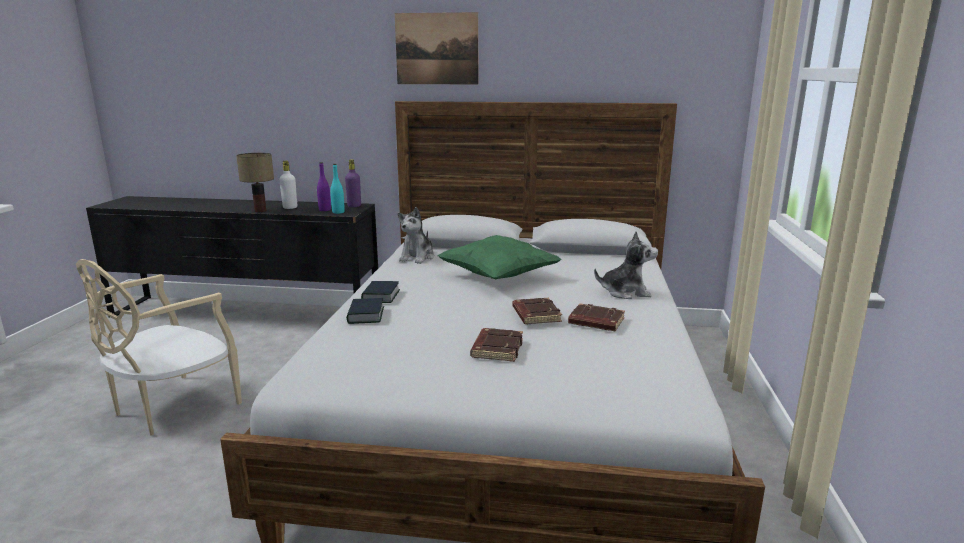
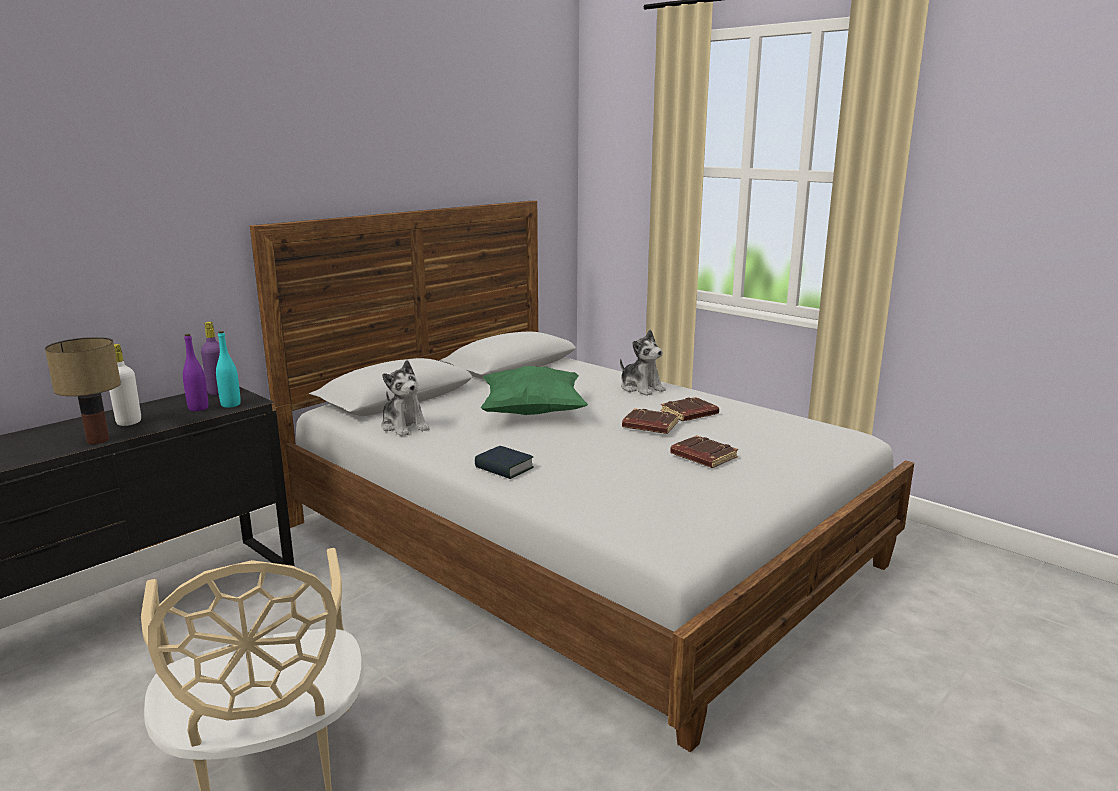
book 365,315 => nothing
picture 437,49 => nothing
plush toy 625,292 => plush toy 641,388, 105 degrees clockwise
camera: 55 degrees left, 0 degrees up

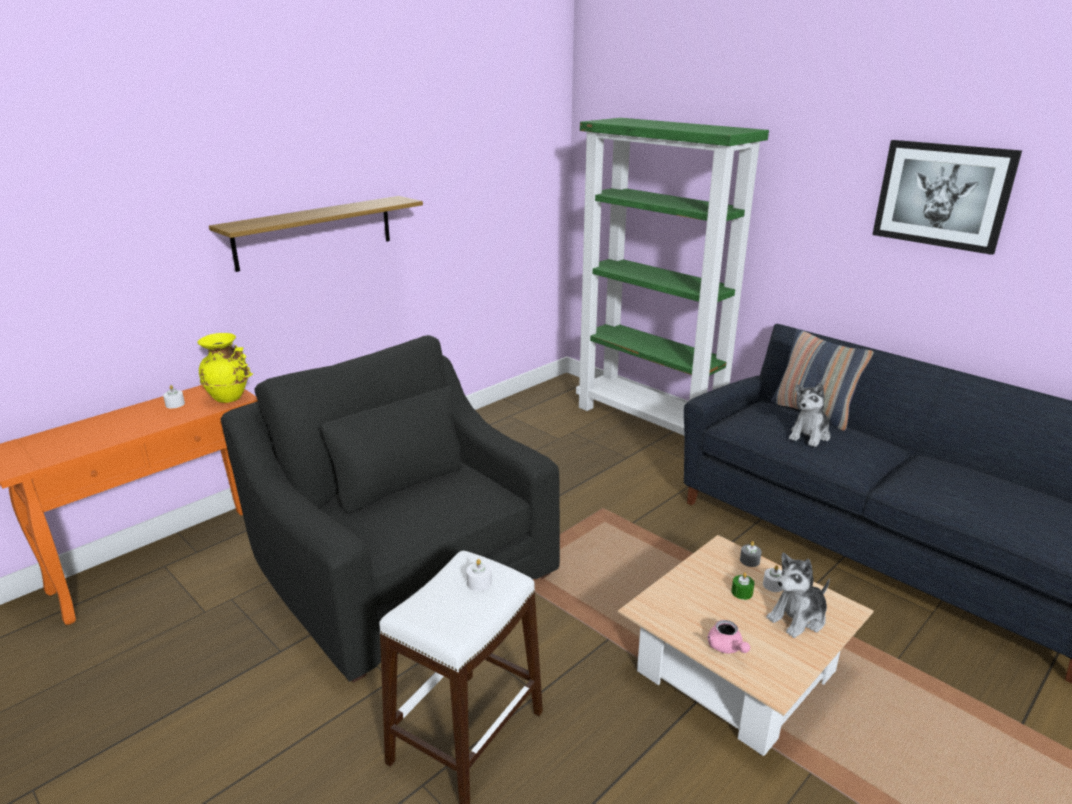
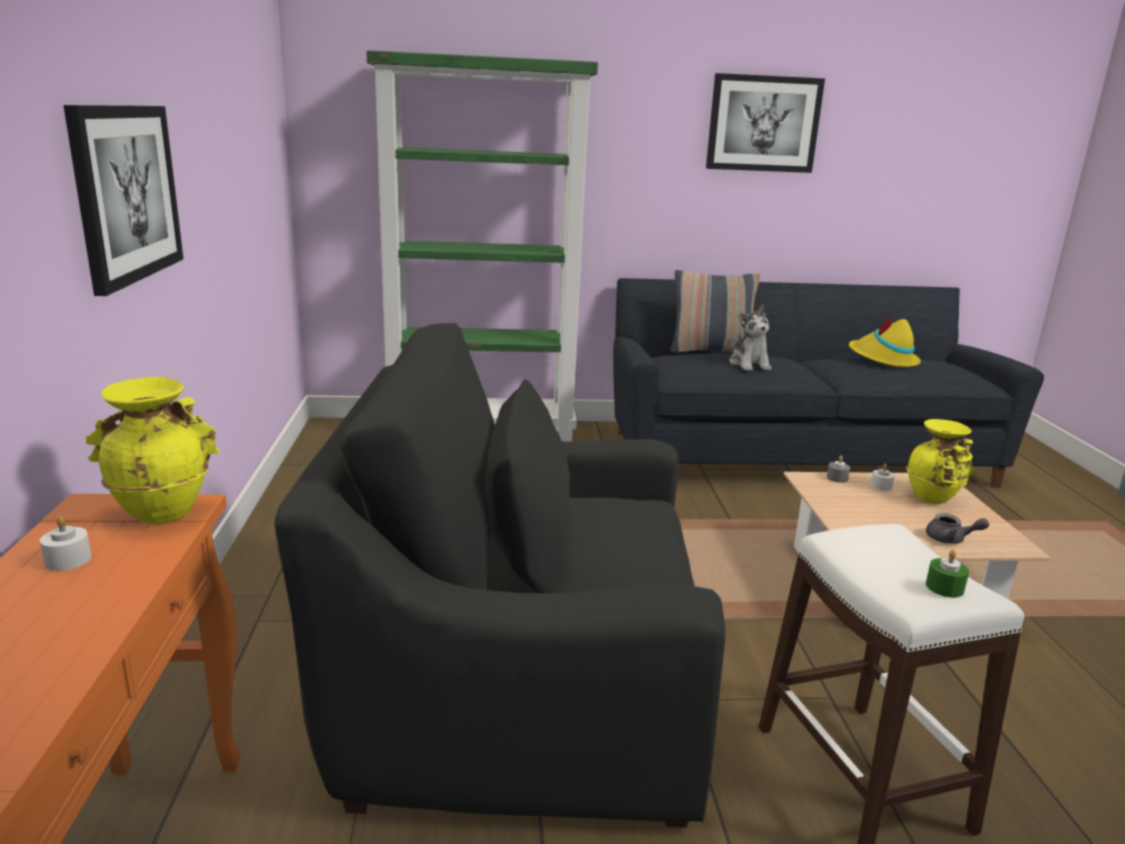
candle (white) 479,583 => nothing
nothing => hat (yellow) 882,359
candle (green) 742,592 => candle (green) 944,587, move
shelf 315,232 => picture 126,193
plush toy 798,618 => vase (yellow) 933,498
teapot (pink) 726,648 => teapot (grey) 950,539
camera: 50 degrees left, 5 degrees down

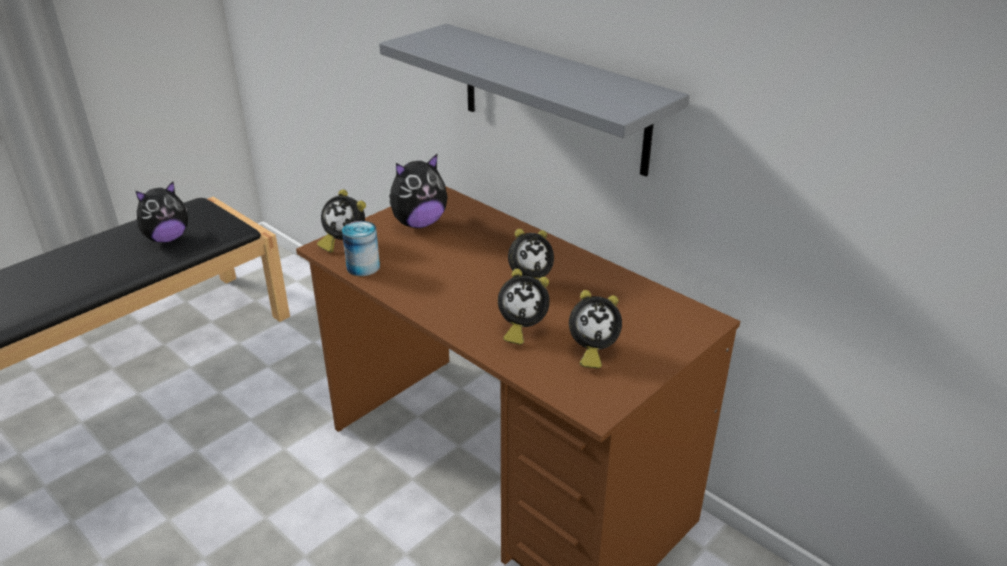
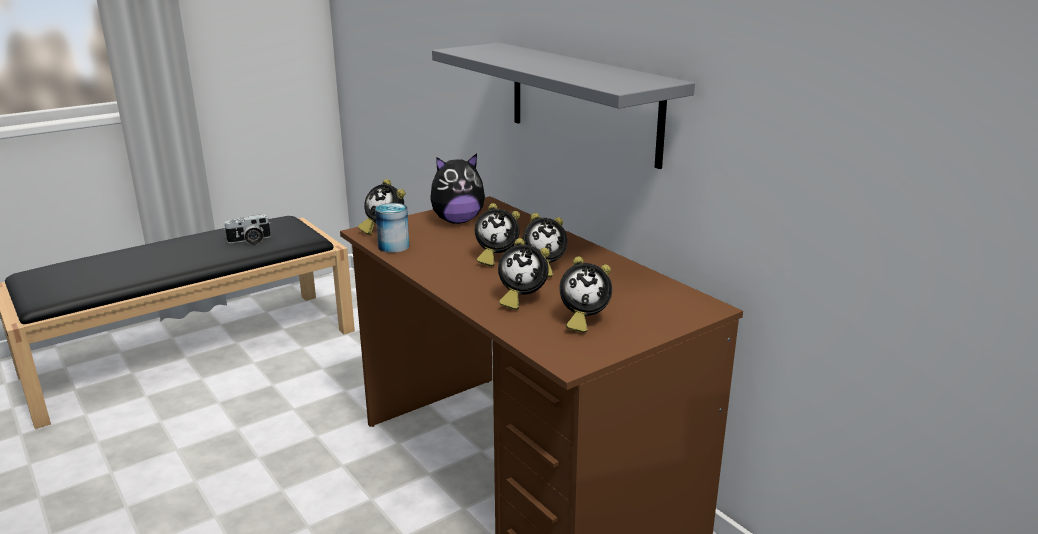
nothing => alarm clock 495,258
plush toy 167,238 => photo camera 250,241
camera: 10 degrees right, 10 degrees down

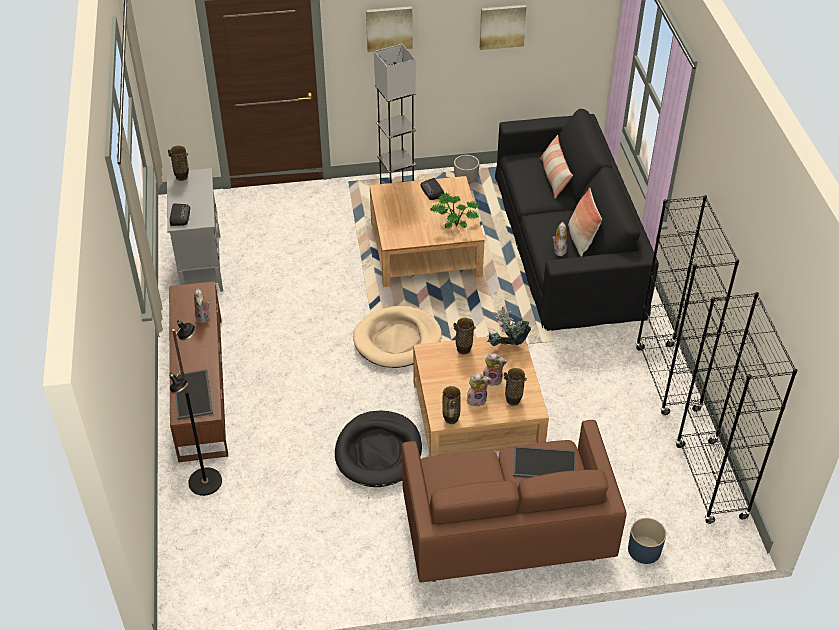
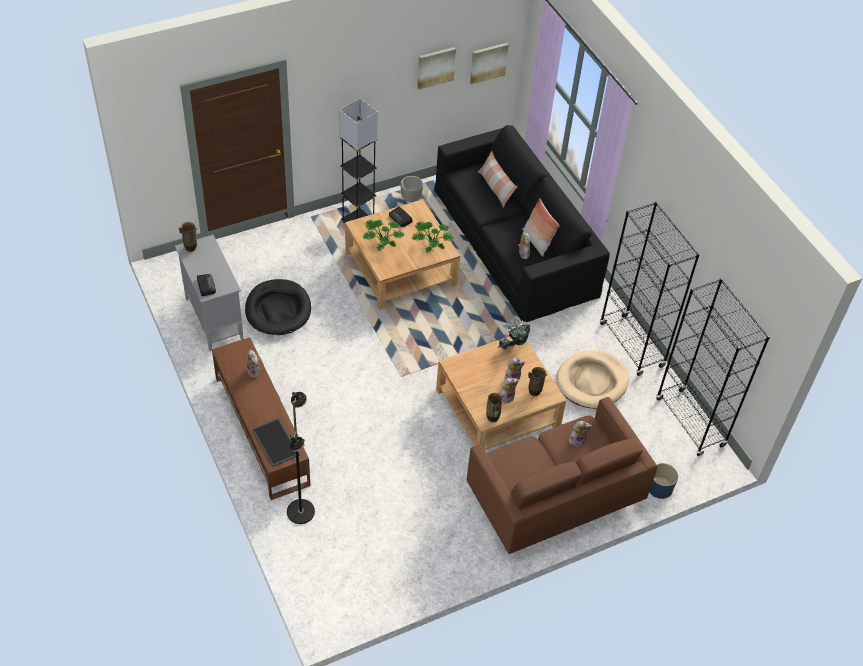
vase 463,349 => nothing
nothing => potted plant 382,244
dog bed (black) 378,452 => dog bed (black) 278,309, move
dog bed (beige) 397,340 => dog bed (beige) 592,381, move
picture 389,28 => picture 488,62, move
tray 543,465 => plush toy 577,440
camera: 20 degrees left, 5 degrees up

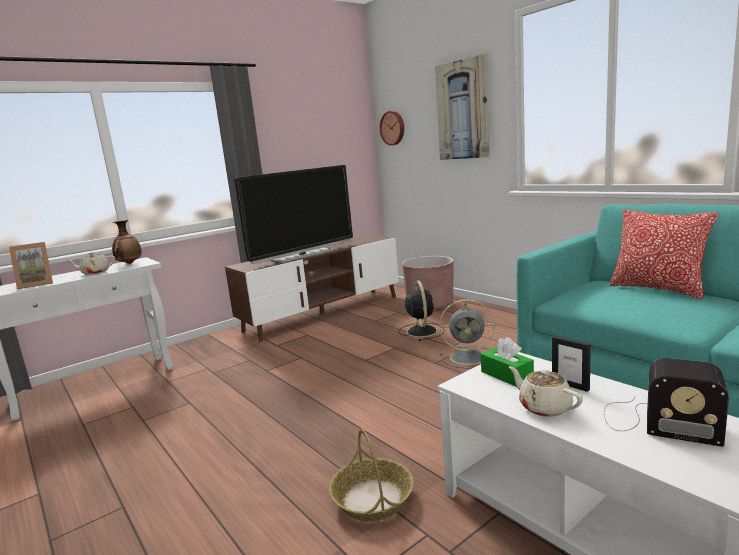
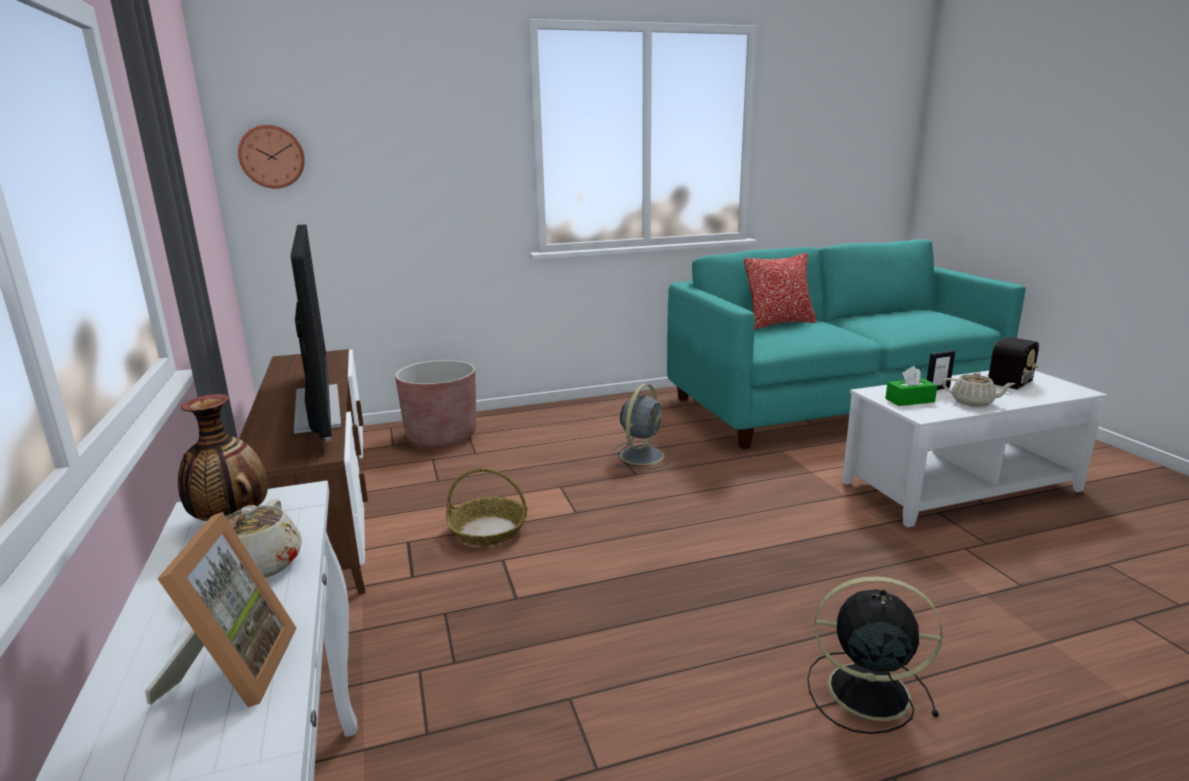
picture 463,110 => nothing
basket 373,499 => basket 488,530, move
fan (black) 421,331 => fan (black) 864,690, move
teapot (beige) 544,407 => teapot (beige) 973,402, 135 degrees counterclockwise
camera: 70 degrees left, 5 degrees up

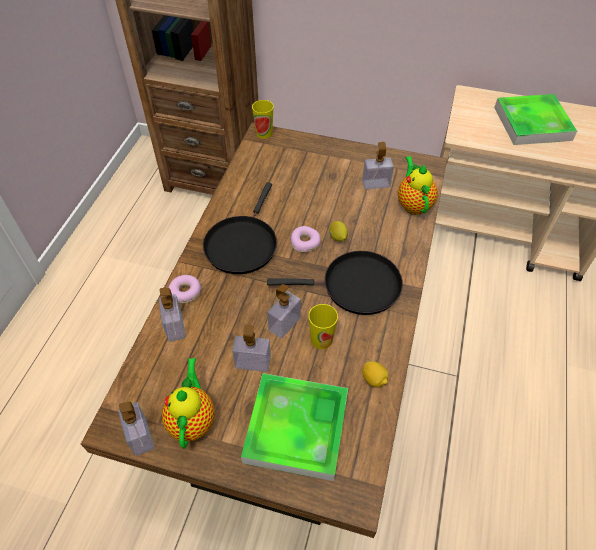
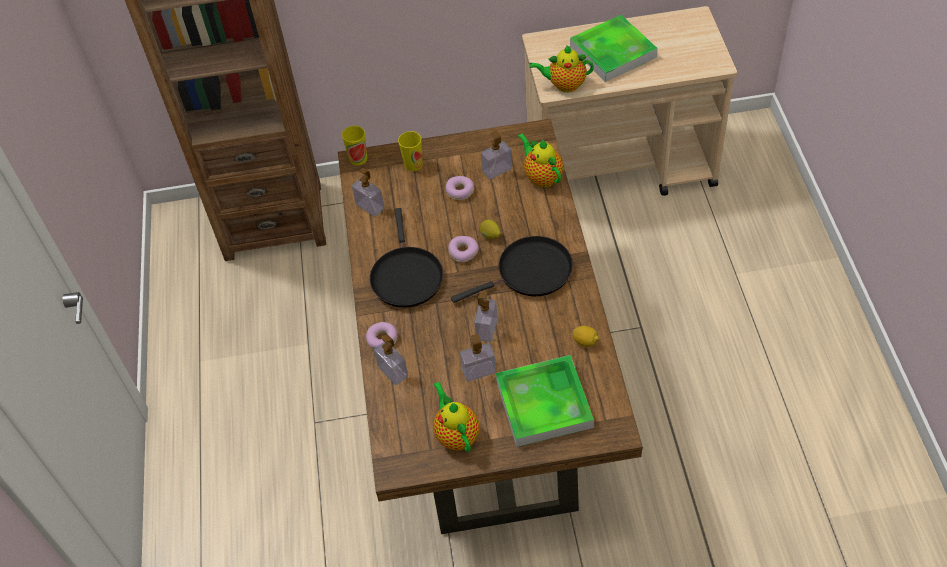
nothing => donut 460,191
nothing => teapot 564,85
soap dispenser 140,436 => soap dispenser 370,206, move
cup 321,339 => cup 413,164, move
camera: 20 degrees left, 0 degrees up

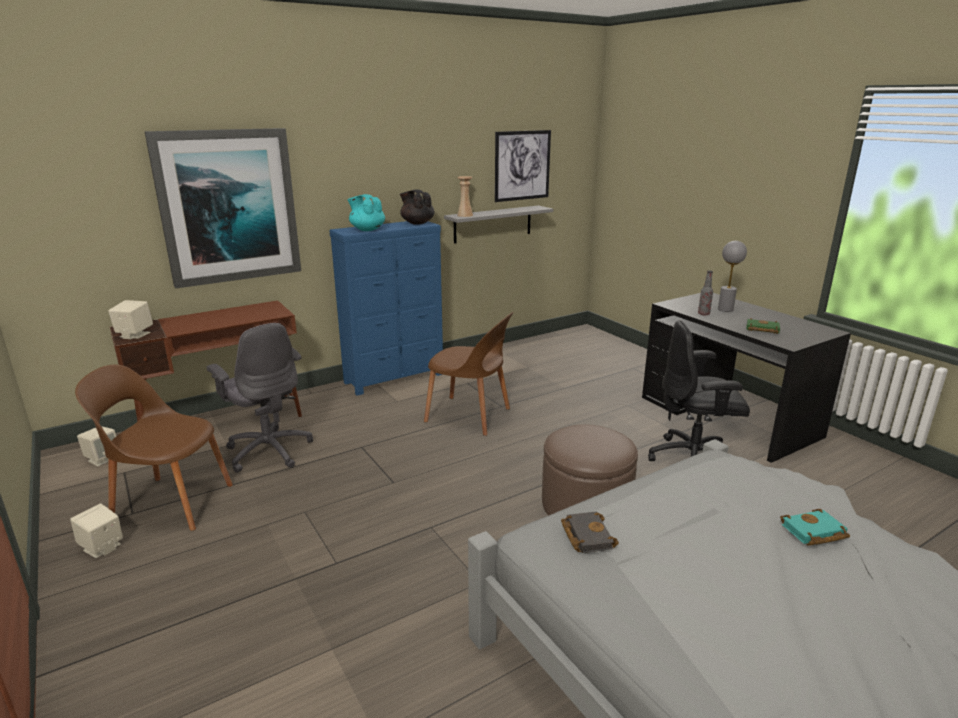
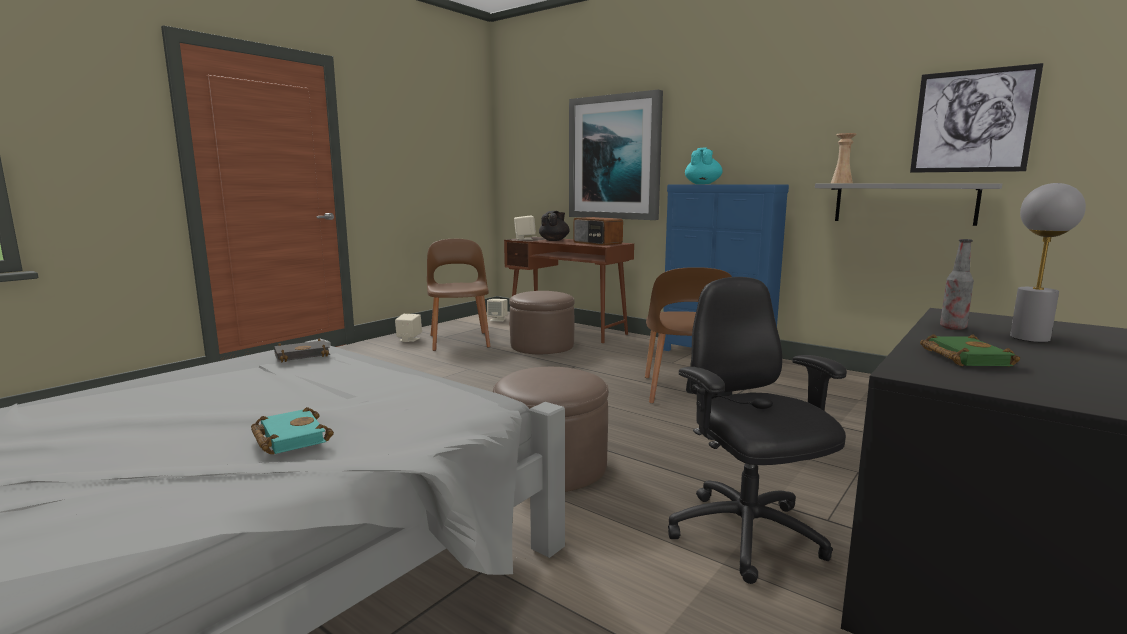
nothing => radio 597,243
teapot (black) 417,223 => teapot (black) 554,240, move
office chair (grey) 269,450 => ottoman (brown) 542,346
camera: 70 degrees right, 10 degrees down

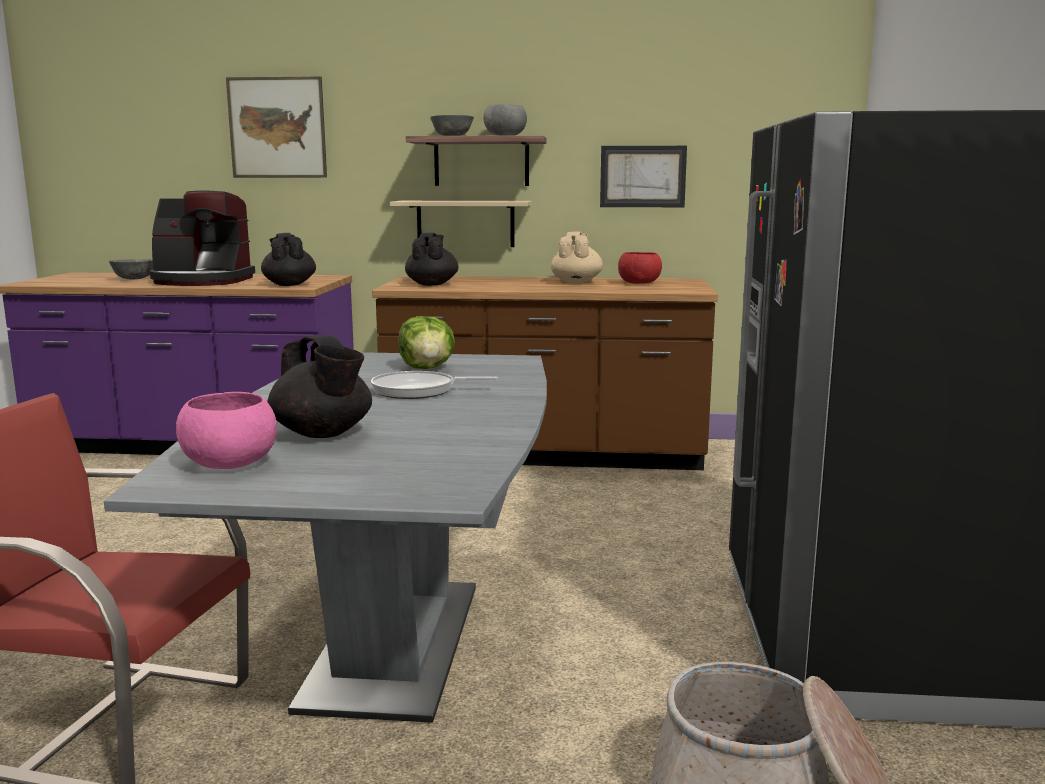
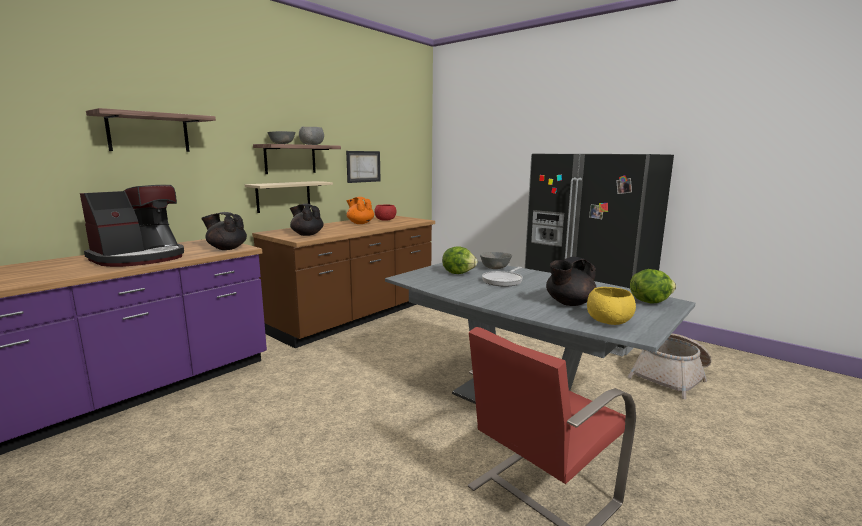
nothing => lettuce 649,301
bowl (grey) 134,279 => bowl (grey) 494,268, move
picture 277,128 => shelf 149,133
bowl (pink) 229,463 => bowl (yellow) 608,321
teapot (beige) 576,282 => teapot (orange) 360,223
teapot (black) 323,434 => teapot (black) 569,303, 150 degrees clockwise
camera: 55 degrees left, 0 degrees up

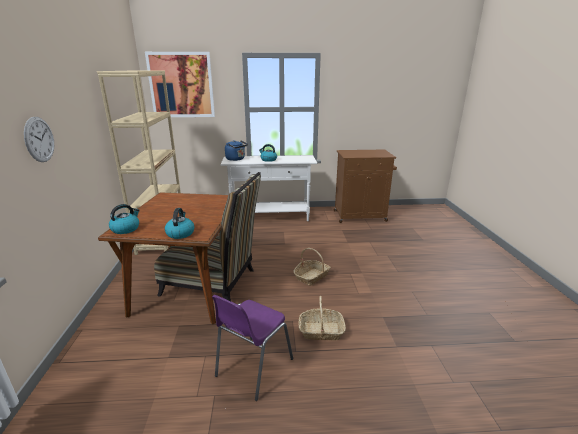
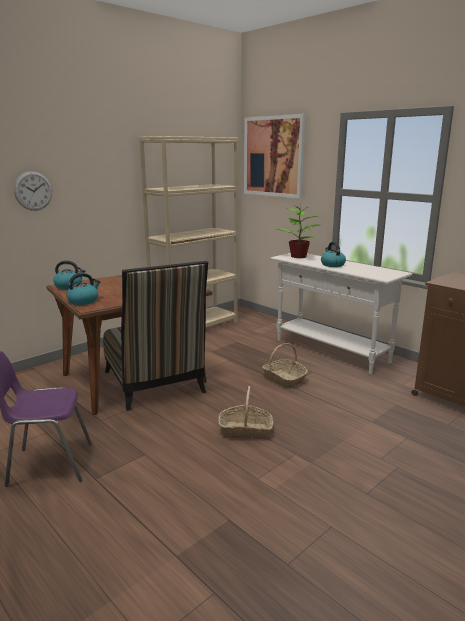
basket 321,331 => basket 284,378, move
kettle (blue) 236,159 => potted plant 299,256
camera: 50 degrees right, 5 degrees down

